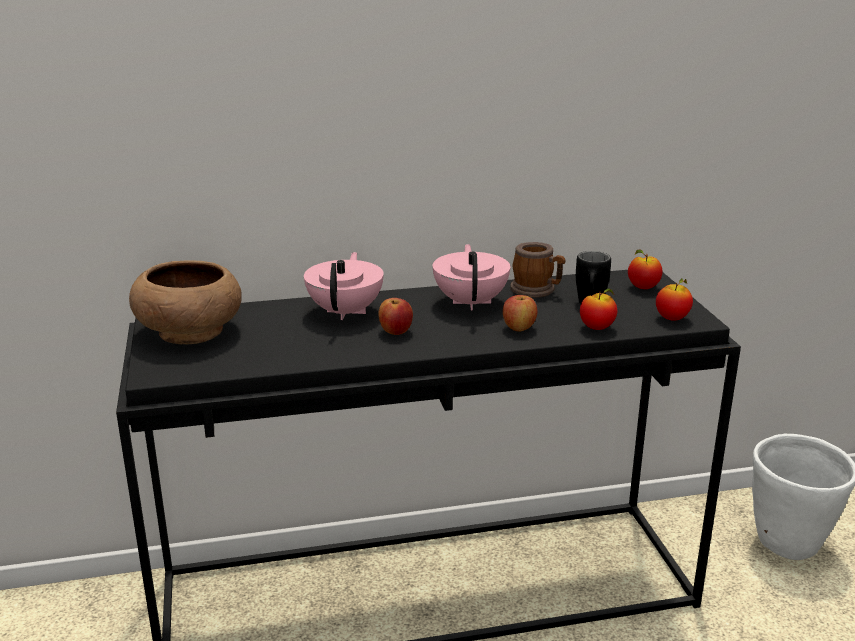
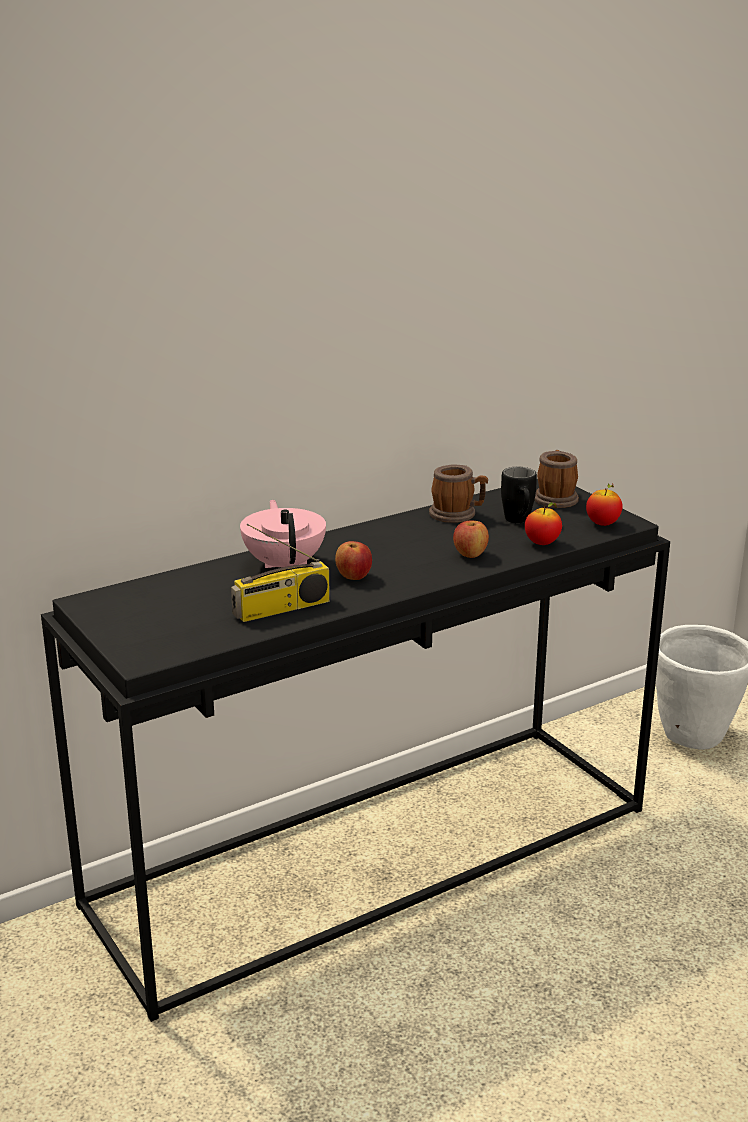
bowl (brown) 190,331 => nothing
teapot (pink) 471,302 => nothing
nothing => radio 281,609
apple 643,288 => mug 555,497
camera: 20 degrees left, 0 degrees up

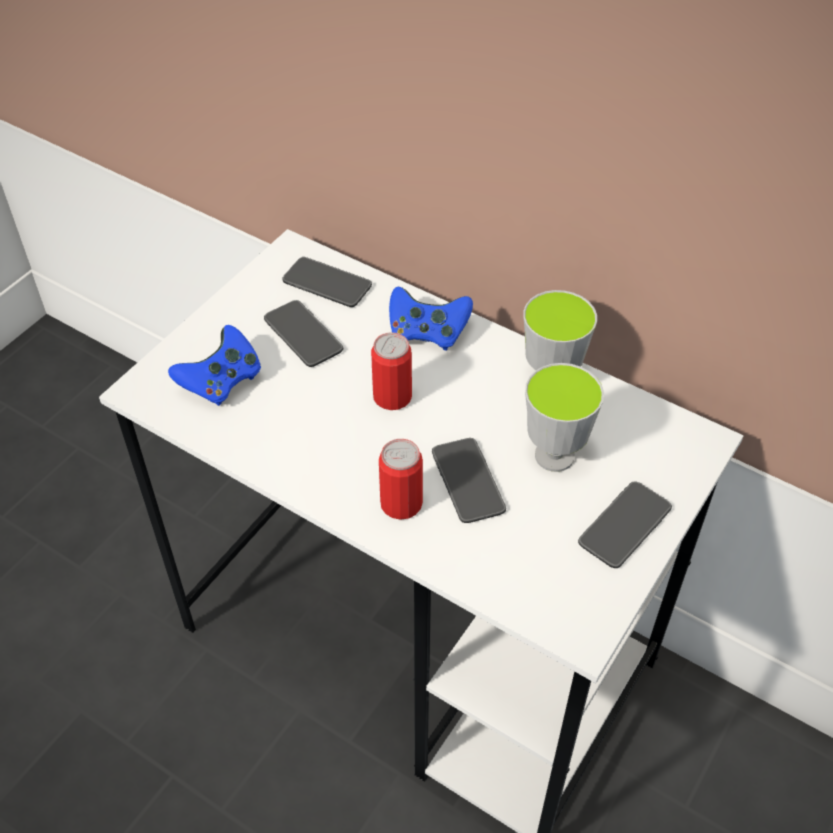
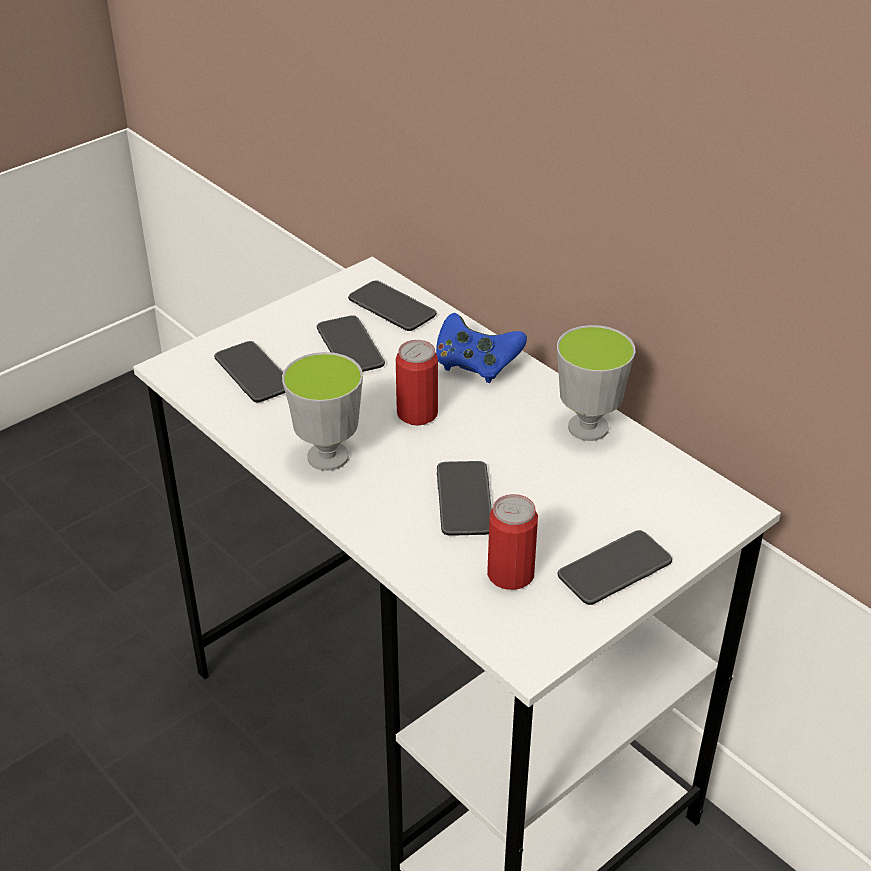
can 401,503 => can 510,574, move
cup 554,456 => cup 328,457, move
game controller (blue) 221,382 => phone 254,373
camera: 15 degrees right, 10 degrees down

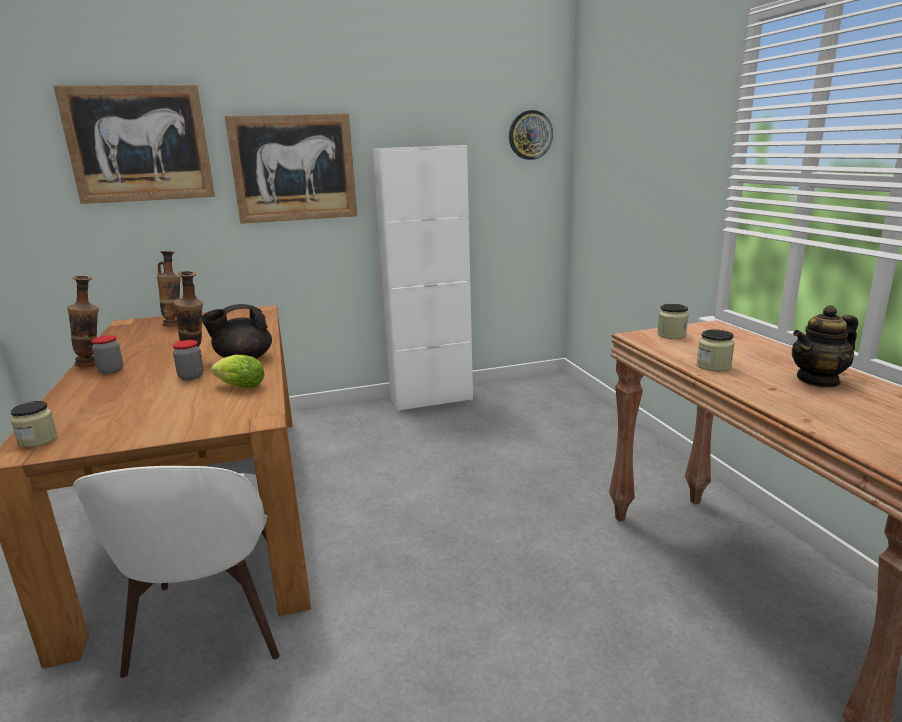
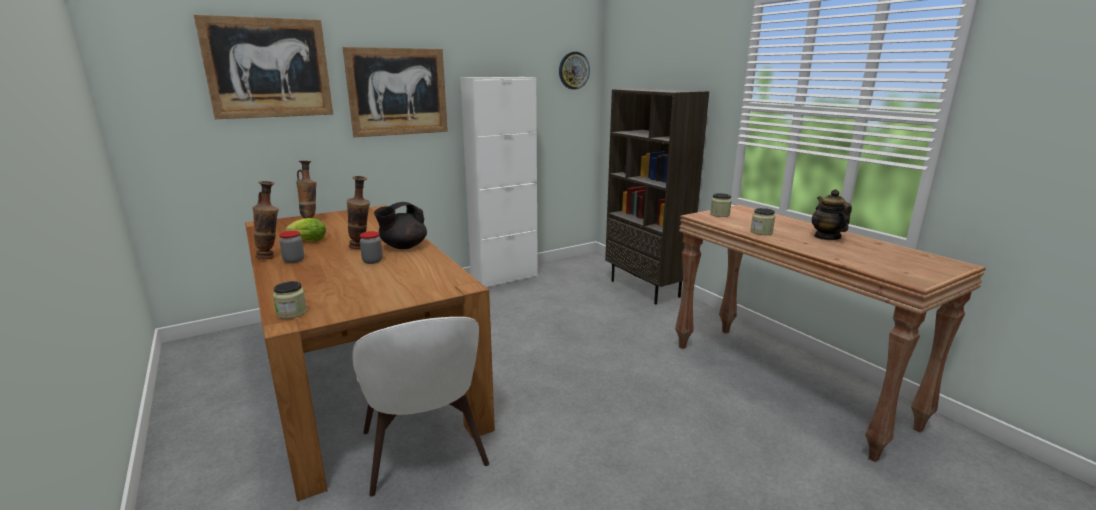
nothing => bookcase (brown) 646,288
lettuce 238,387 => lettuce 306,241, move
teapot 818,380 => teapot 827,237, 120 degrees clockwise
camera: 15 degrees left, 0 degrees up

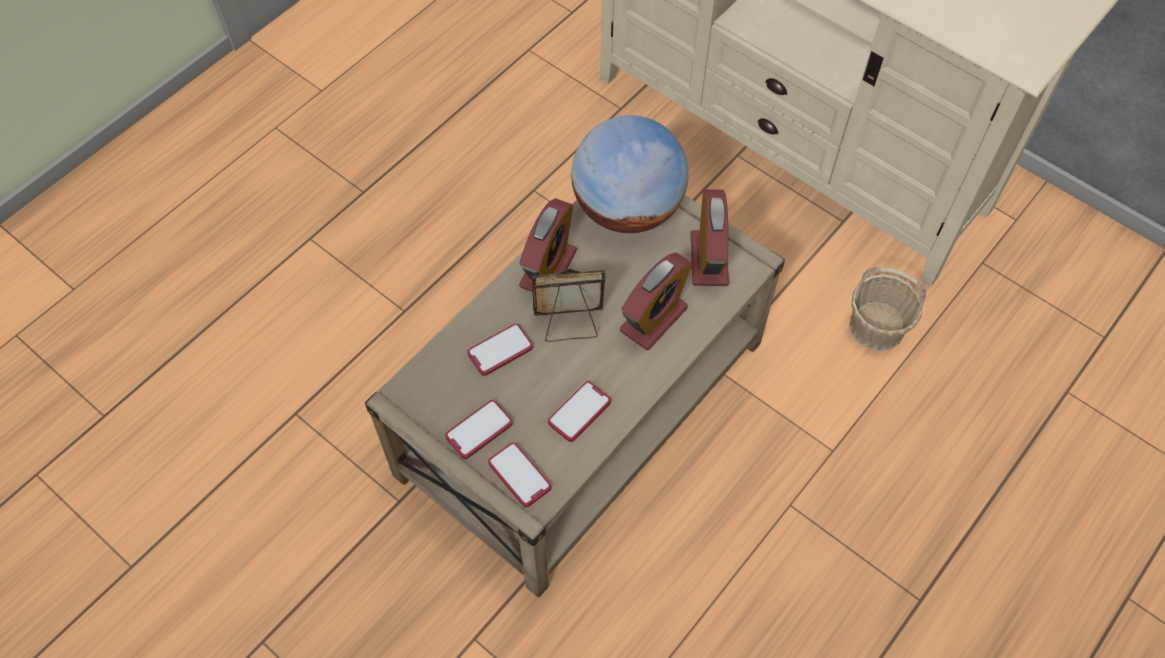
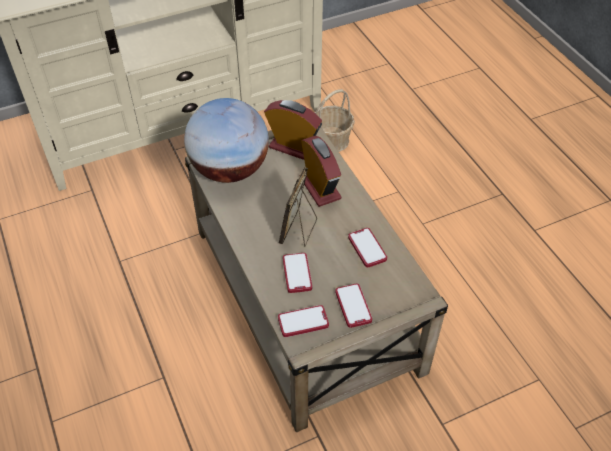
alarm clock 548,268 => nothing
phone 519,475 => phone 303,322, move
camera: 65 degrees left, 10 degrees down

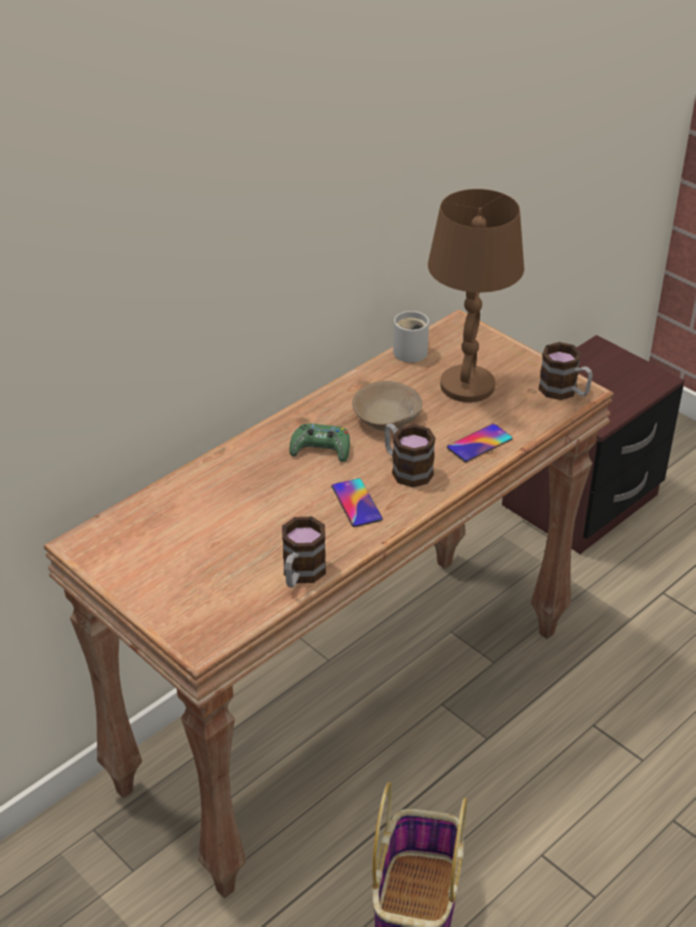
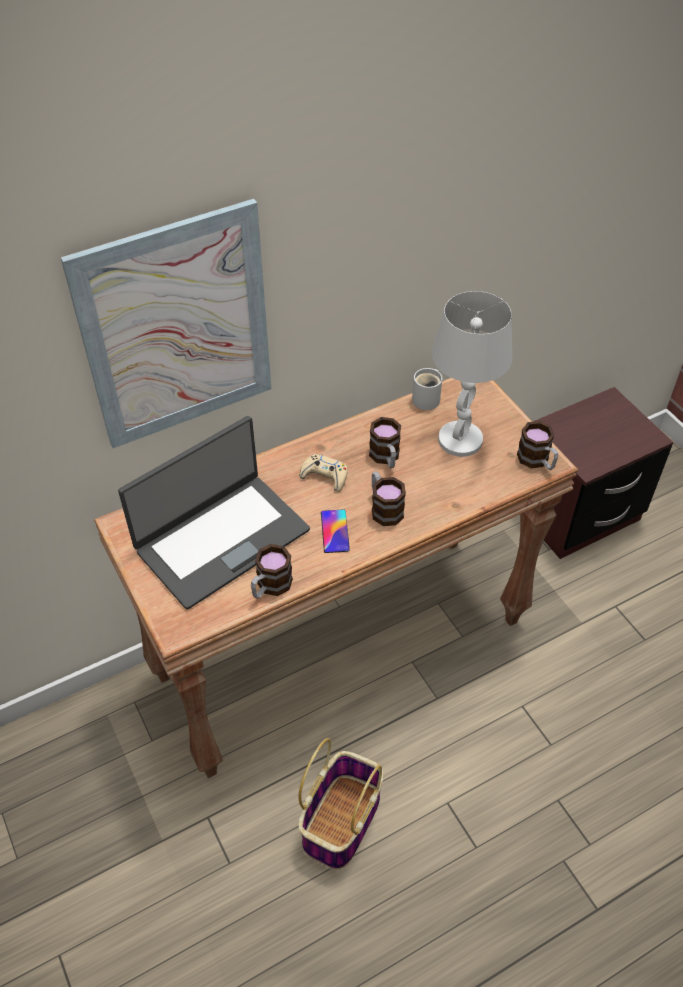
phone 479,443 => nothing
nothing => picture 177,329
nothing => laptop 221,539
bowl (beige) 387,418 => mug 386,458
game controller (green) 321,449 => game controller (beige) 325,476
table lamp (brown) 467,385 => table lamp (white) 460,440
camera: 15 degrees right, 10 degrees up

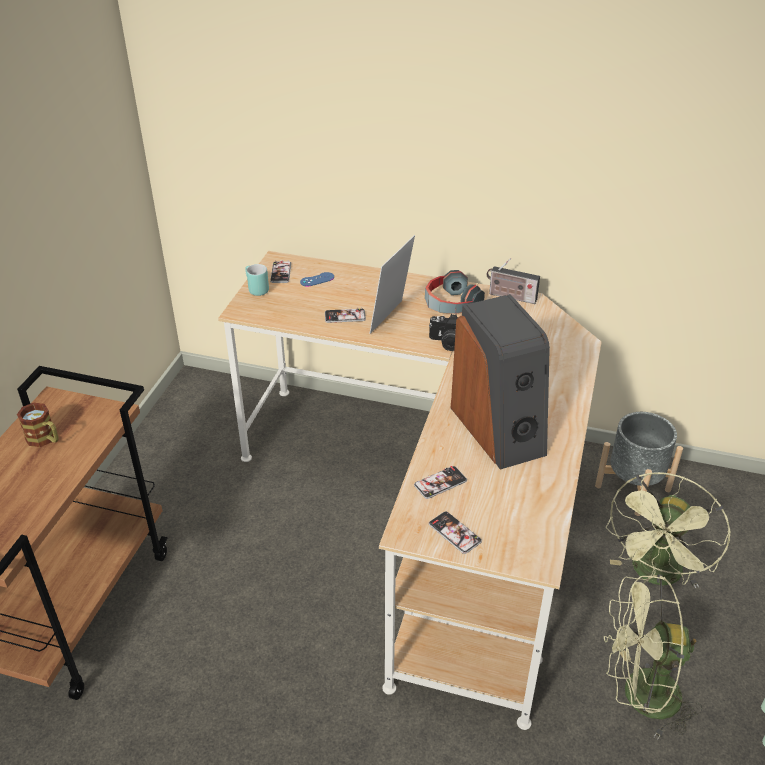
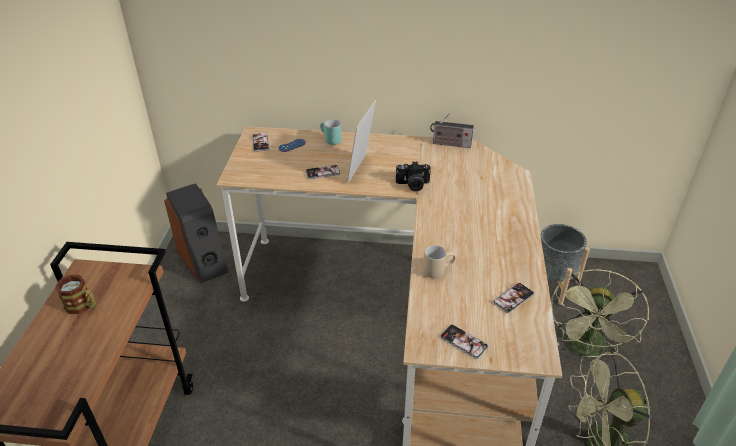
headphones 450,304 => nothing
nothing => mug (beige) 437,270
mug (turquoise) 255,289 => mug (turquoise) 329,140, move
phone 440,483 => phone 513,298, move
speaker 499,429 => speaker 203,260, move
camera: 10 degrees left, 0 degrees up

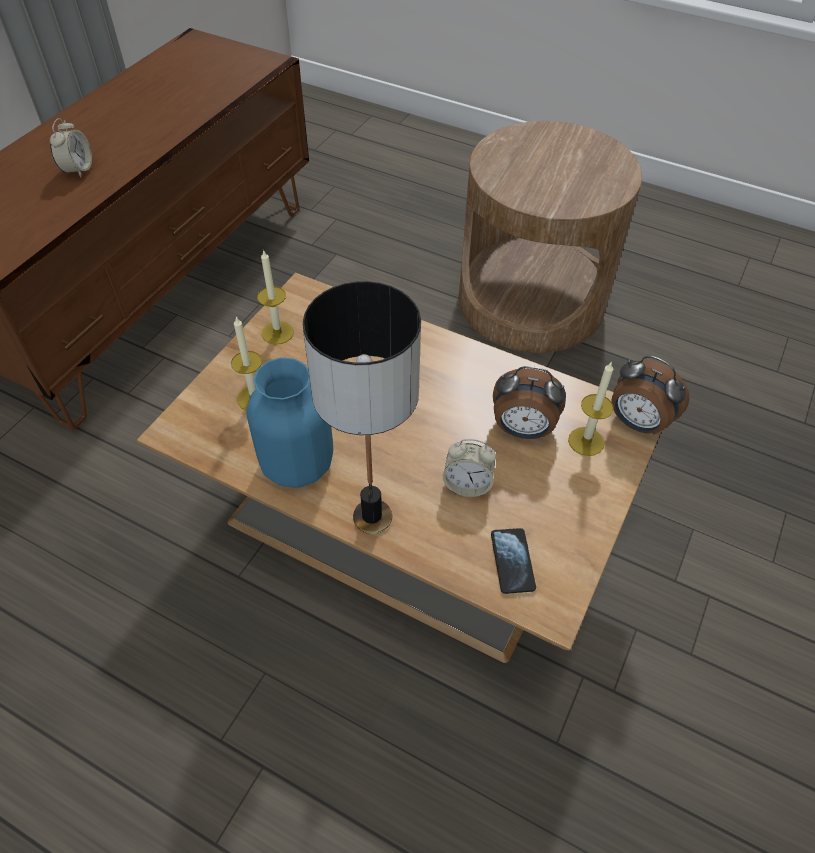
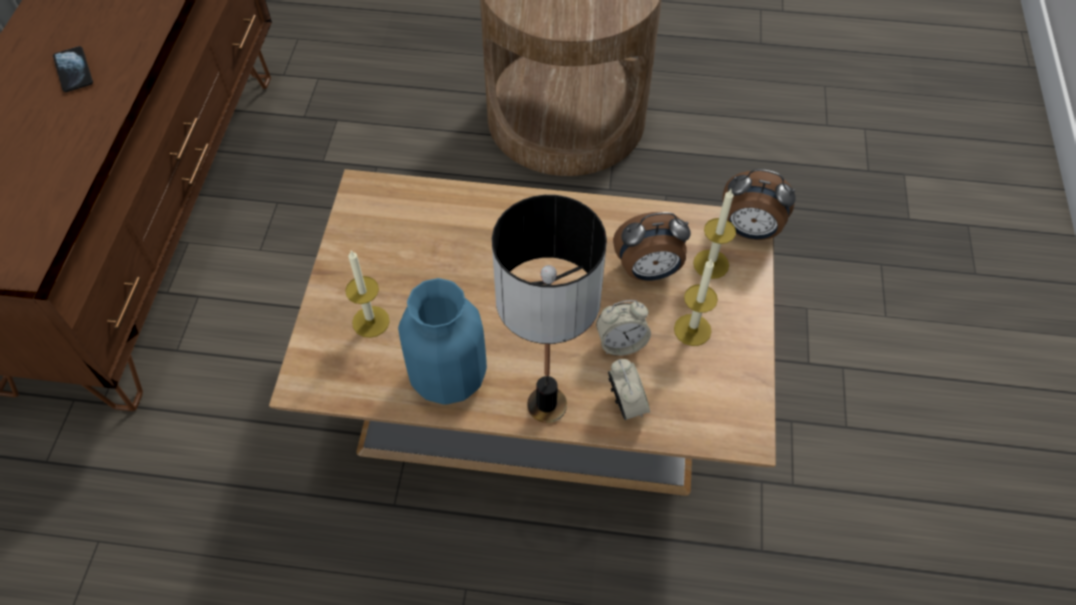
alarm clock 78,169 => alarm clock 626,404, move
candle 277,333 => candle 692,330, move
phone 512,561 => phone 73,70, move
camera: 20 degrees left, 5 degrees up

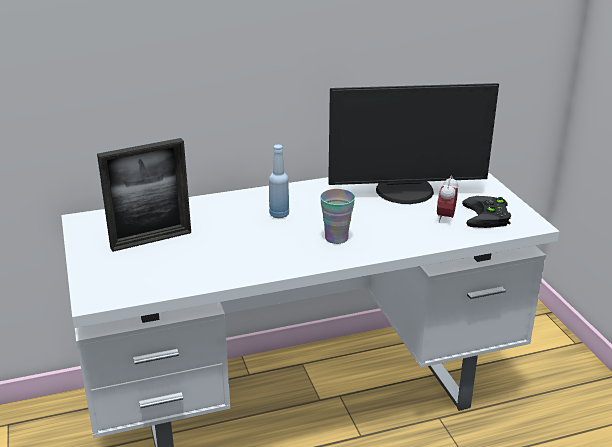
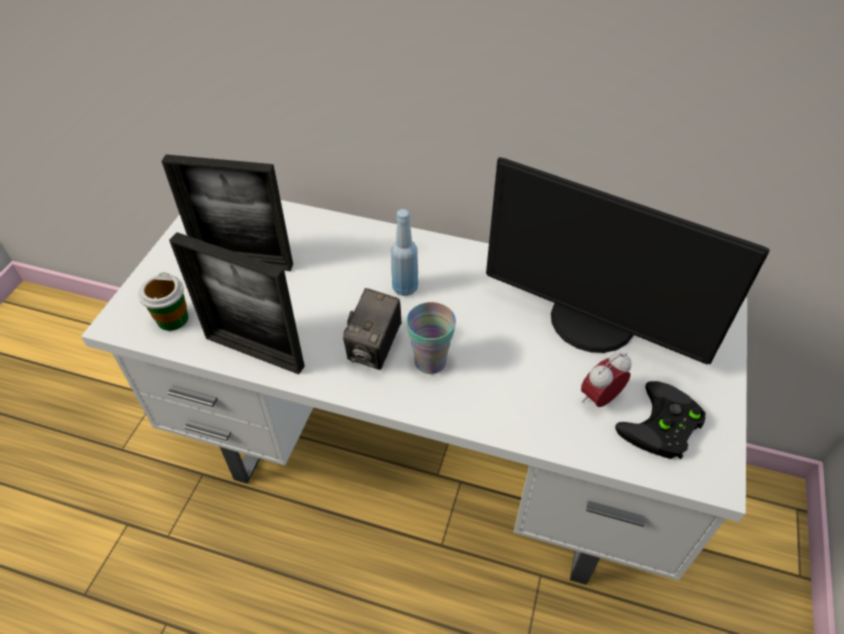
nothing => cup 172,319
nothing => picture frame 254,352
nothing => photo camera 375,349
camera: 35 degrees right, 20 degrees up

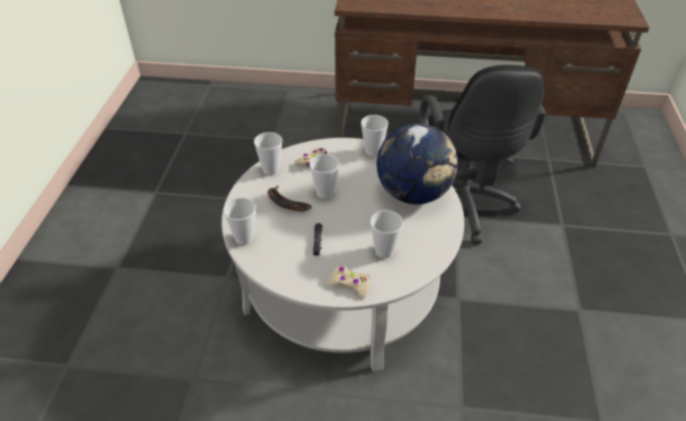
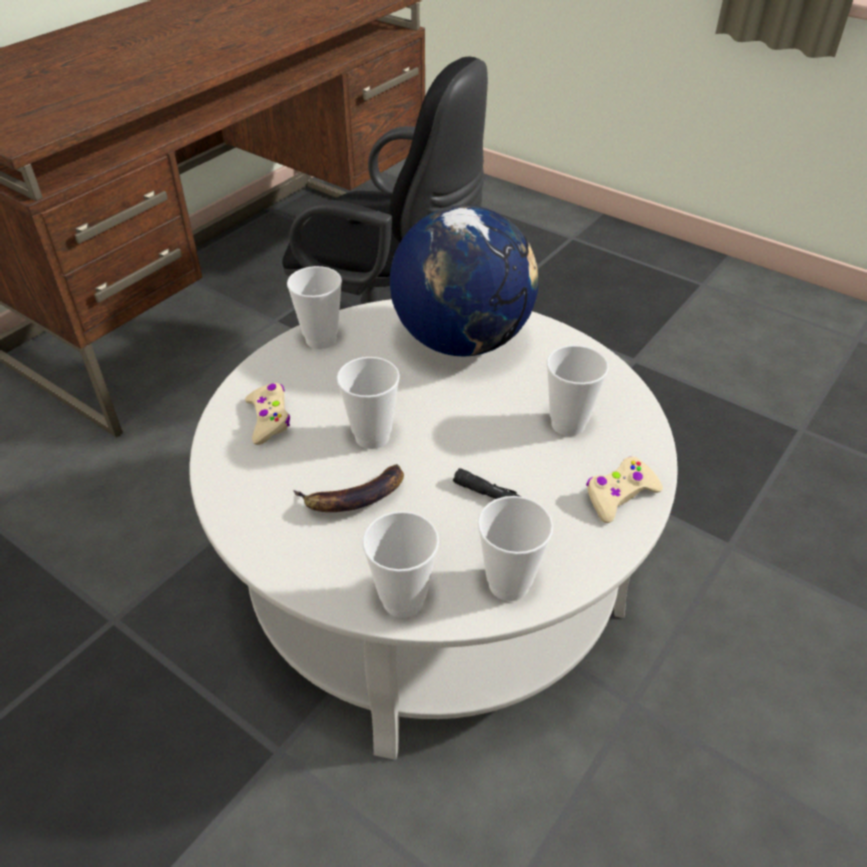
cup 271,170 => cup 509,584, move
camera: 60 degrees left, 0 degrees up

